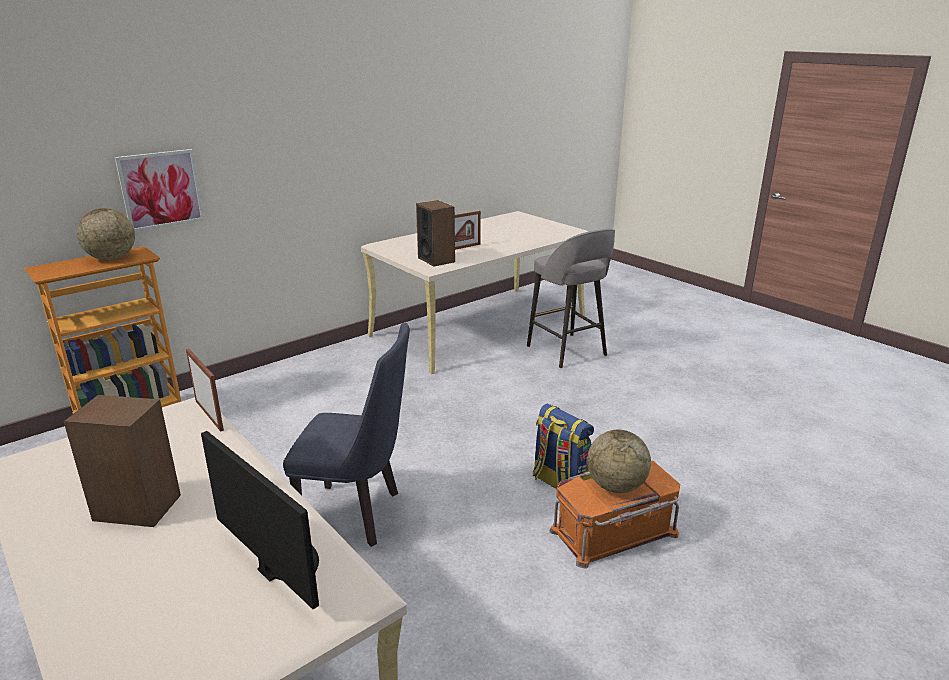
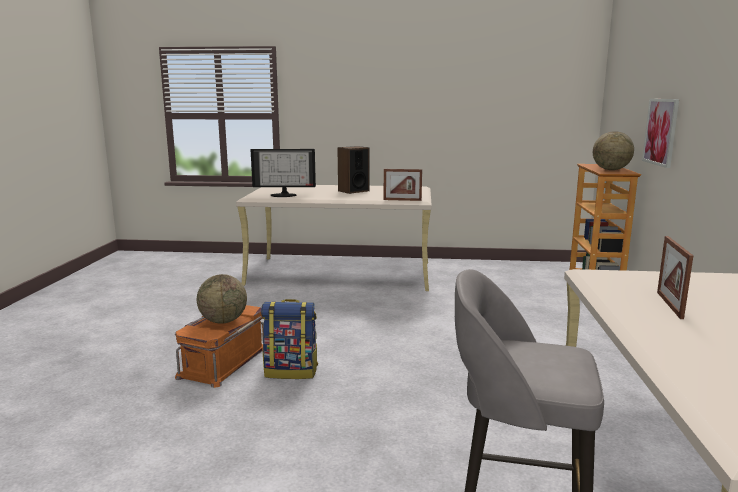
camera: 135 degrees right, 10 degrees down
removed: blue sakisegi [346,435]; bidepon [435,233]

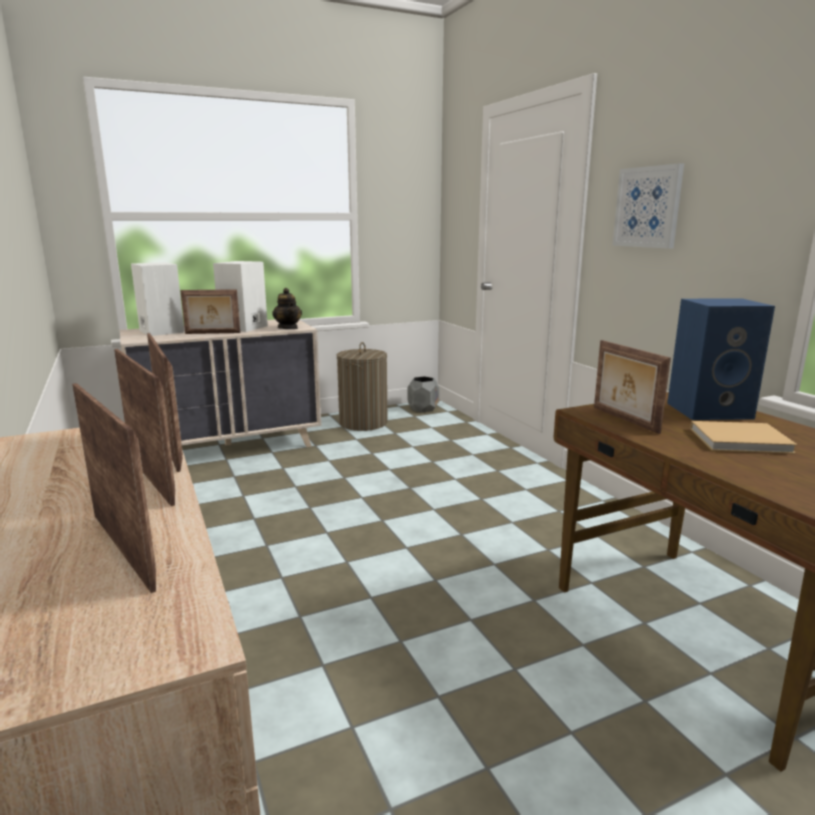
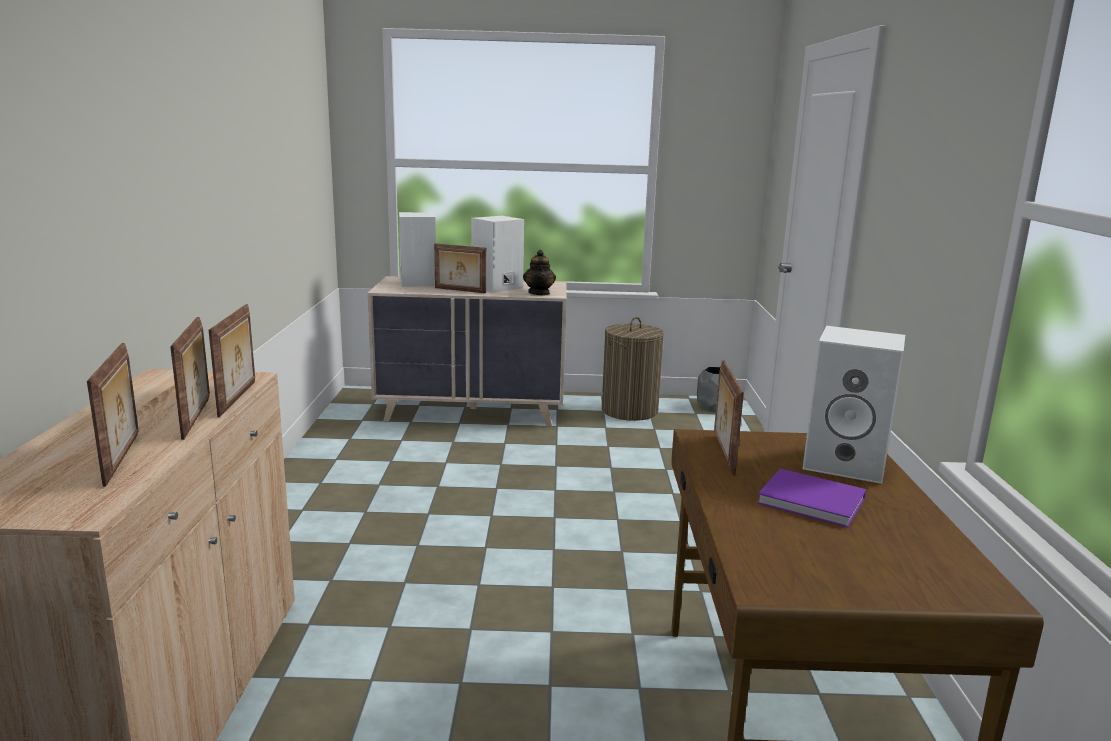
camera: 25 degrees right, 0 degrees up
removed: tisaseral [648,206]
recoloured: blue bidepon [721,359] to white bidepon [854,405]; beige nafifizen [744,437] to purple nafifizen [811,498]

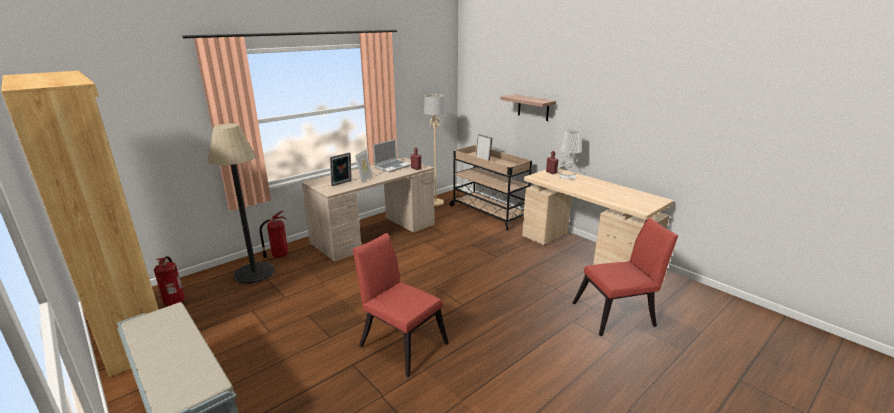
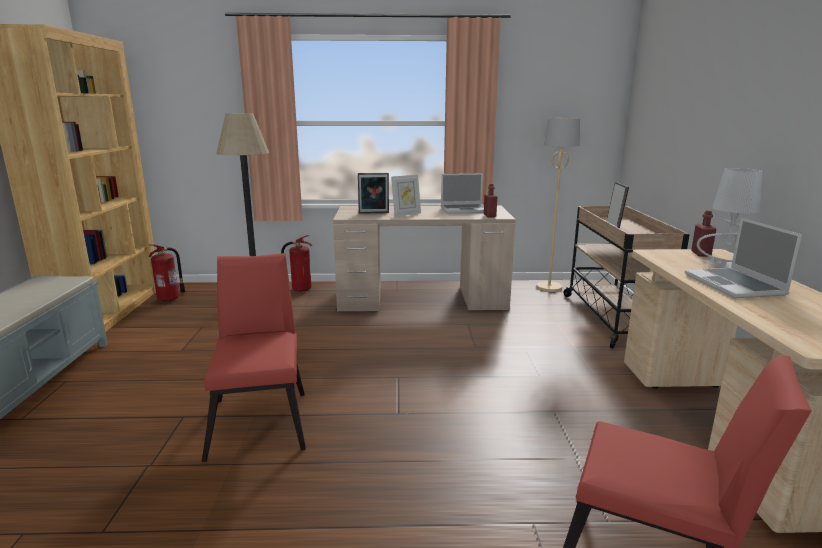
camera: 40 degrees right, 5 degrees down
removed: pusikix [528,107]
added: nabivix [743,258]

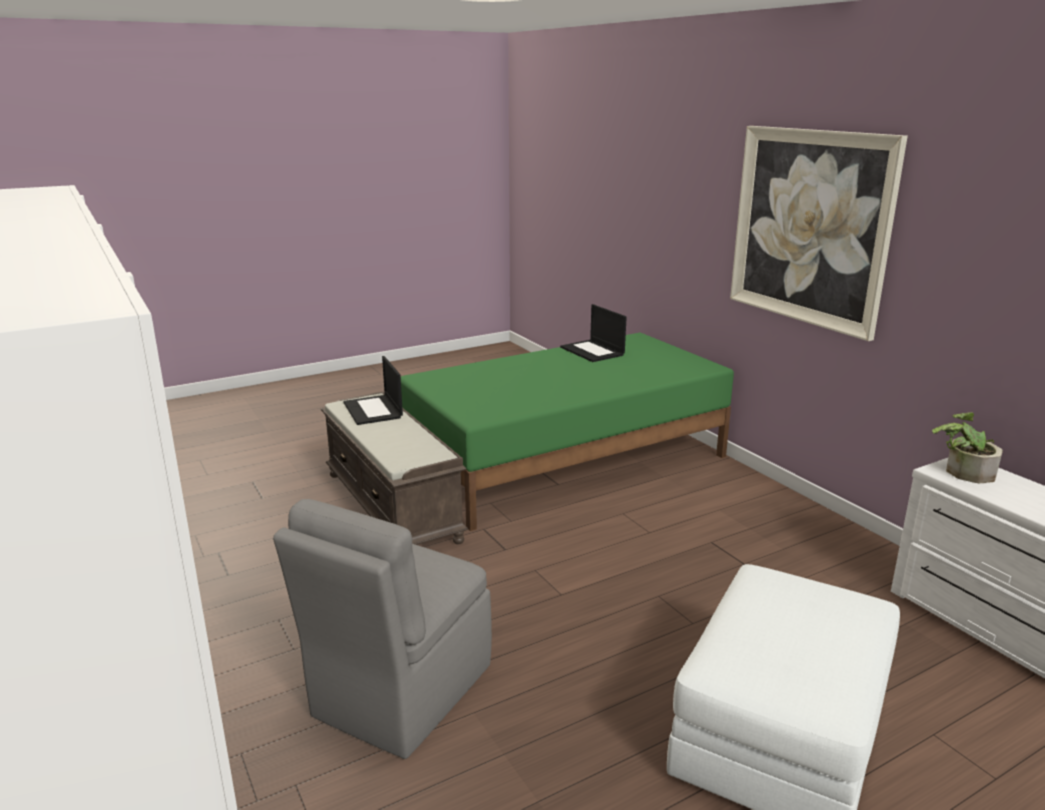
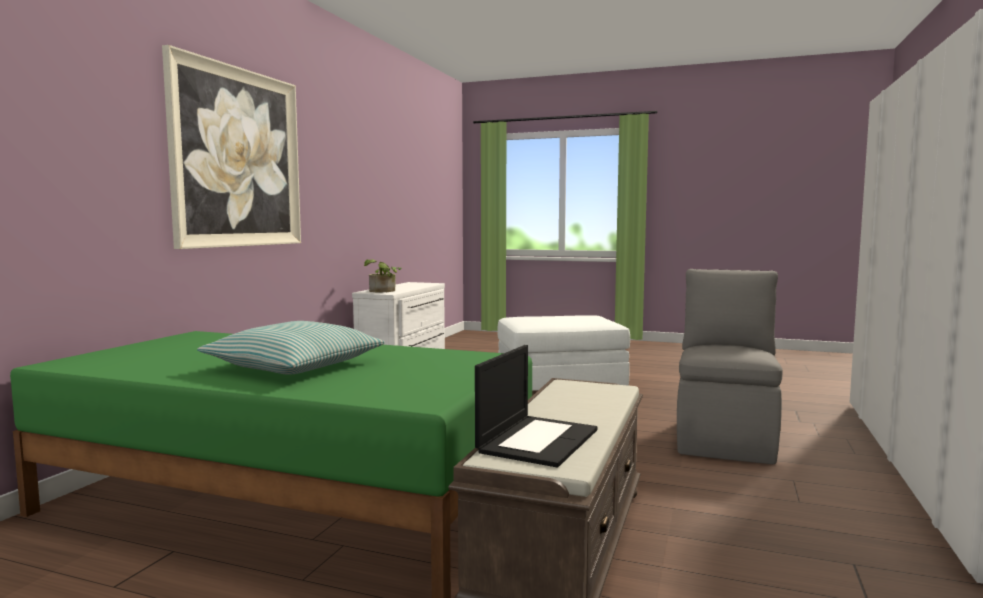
camera: 130 degrees left, 15 degrees down
removed: nabivix [593,333]
added: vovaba [291,348]
turned: grey sakisegi [382,629] = [730,366] 60 degrees counterclockwise

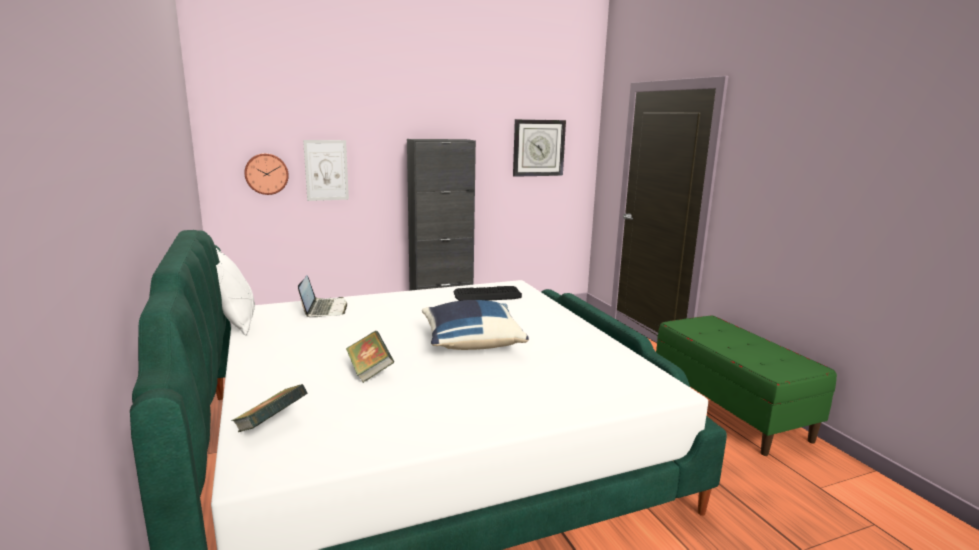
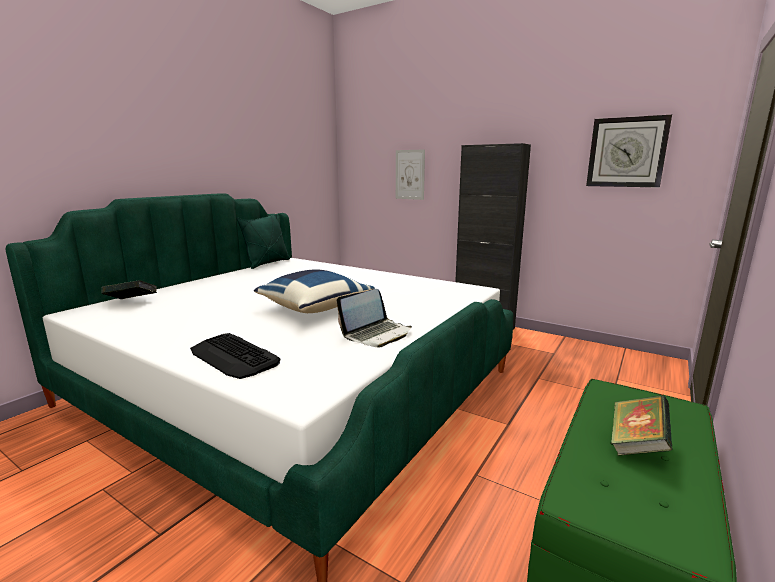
camera: 55 degrees right, 0 degrees up
removed: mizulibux [267,174]
moved: nabivix [322,296] to [374,318]; nafifizen [370,357] to [642,425]; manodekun [487,293] to [235,356]
recoloured: white vovaba [235,291] to green vovaba [263,241]

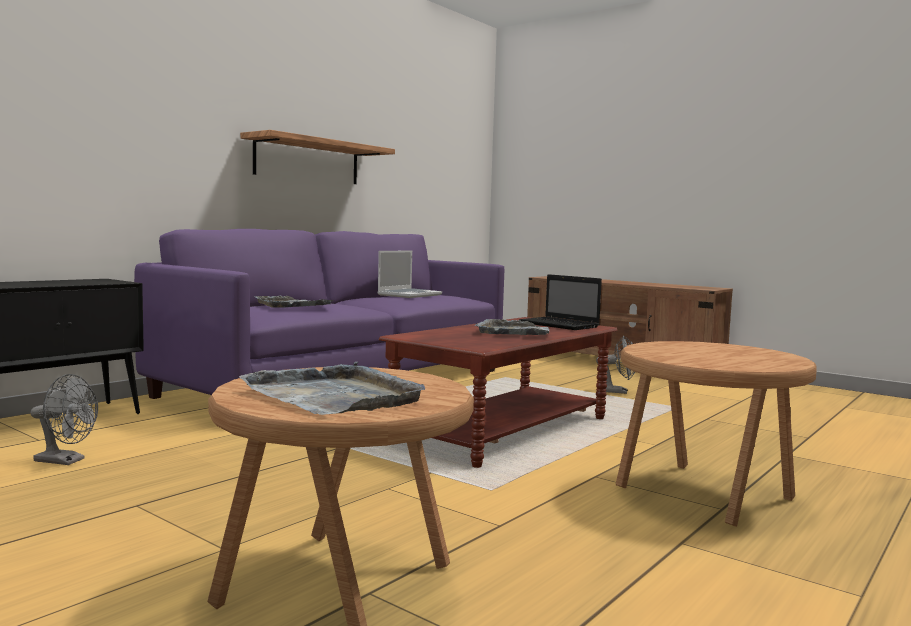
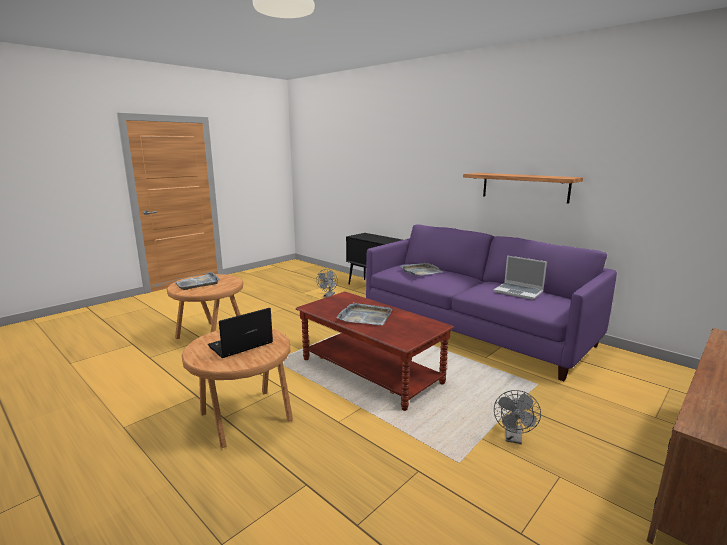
camera: 95 degrees right, 10 degrees up
moved: nabivix [560,302] to [240,333]

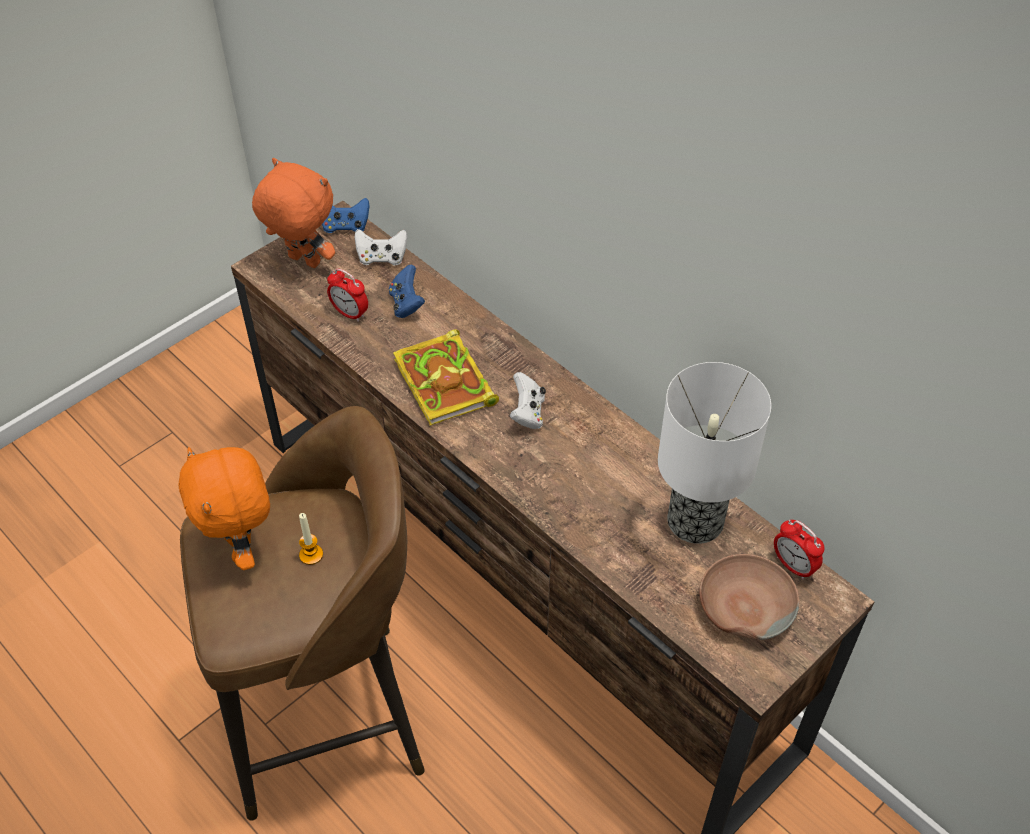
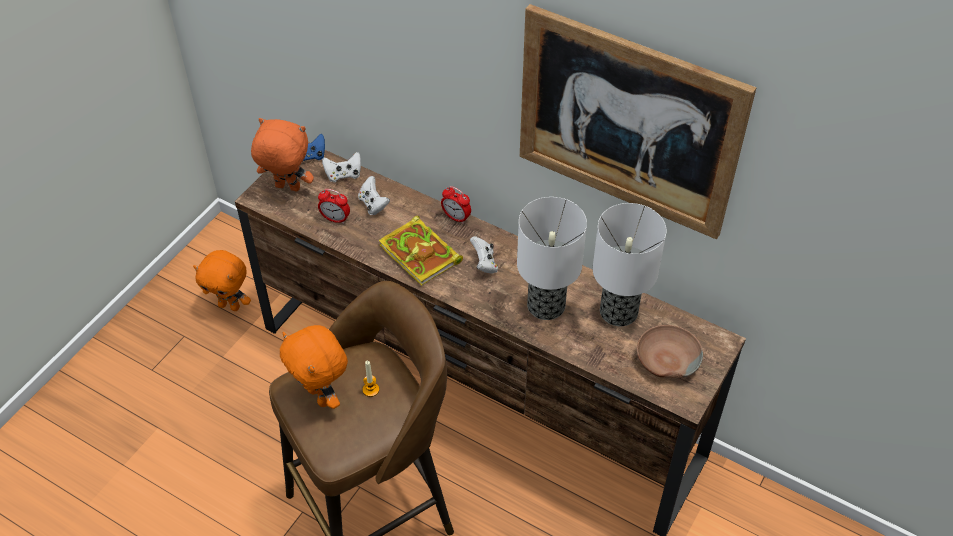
camera: 15 degrees left, 0 degrees up
added: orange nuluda [222,280]; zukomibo [552,258]; tisaseral [638,122]
moved: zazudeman [799,550] to [456,205]
recoloured: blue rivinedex [407,291] to white rivinedex [374,195]

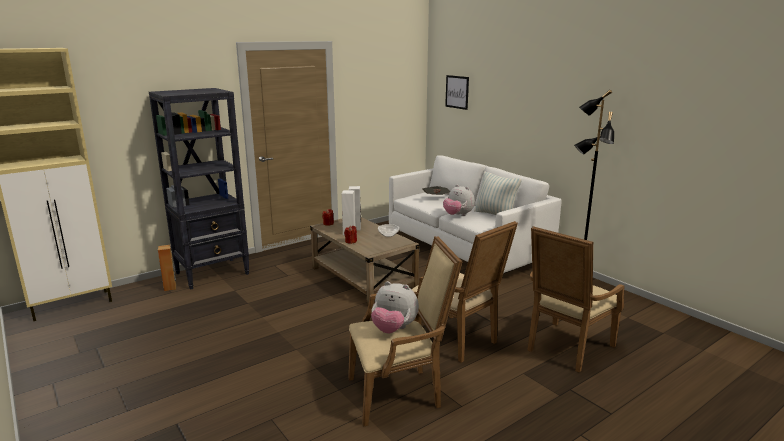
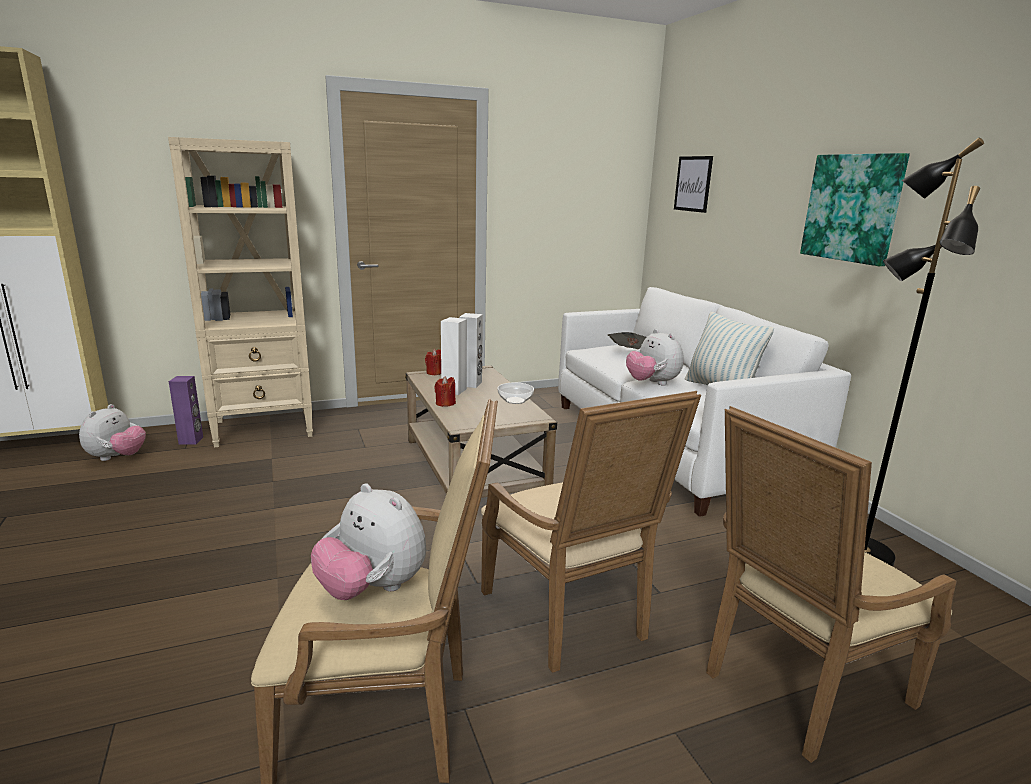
camera: 15 degrees right, 0 degrees up
added: nuluda [112,432]; tisaseral [855,209]
recoloured: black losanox [199,189] to beige losanox [240,292]; brown bidepon [167,268] to purple bidepon [186,410]

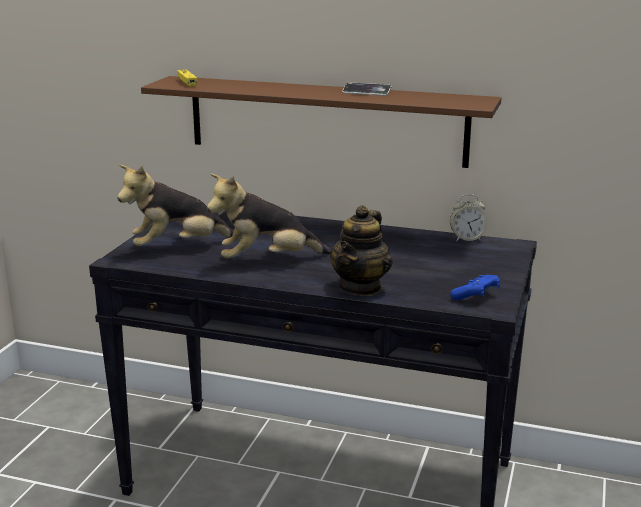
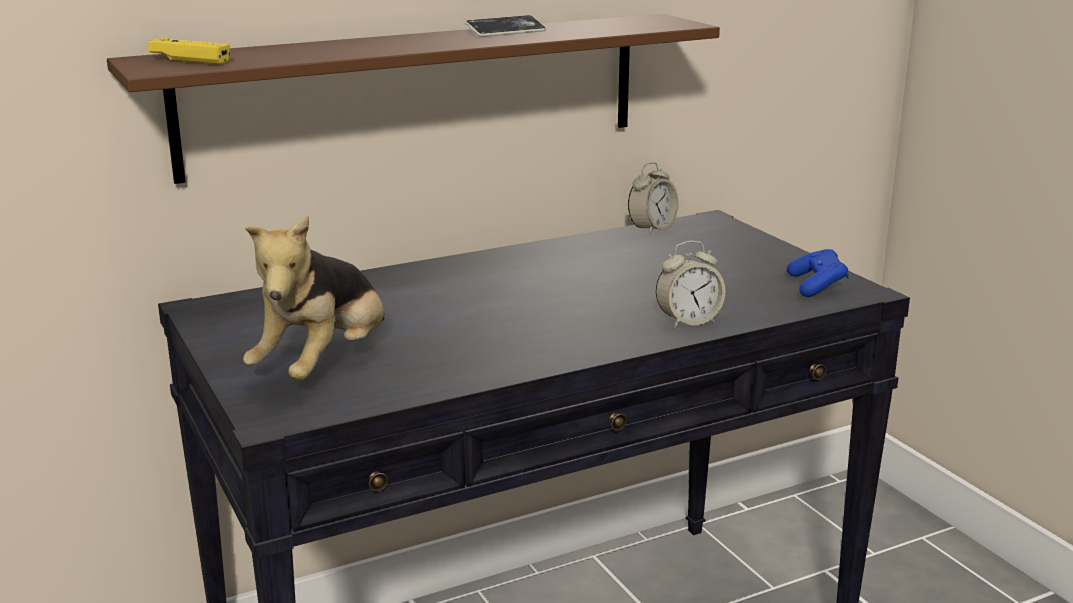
camera: 45 degrees left, 0 degrees up
removed: nuluda [269,216]
replaced: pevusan [361,250] to zazudeman [690,285]

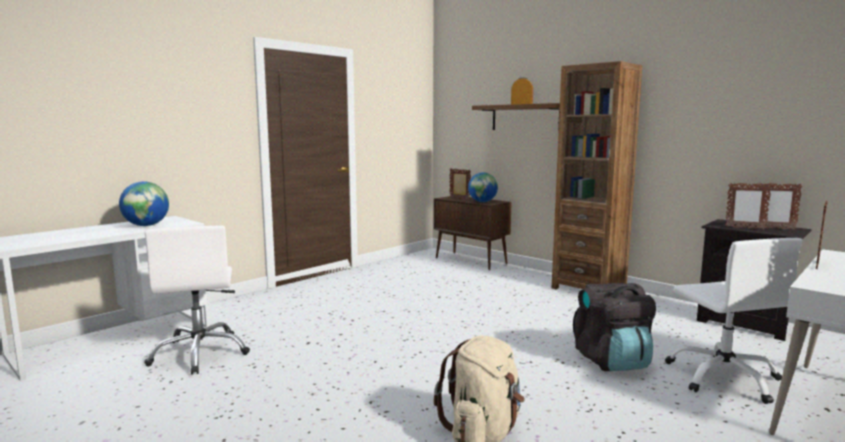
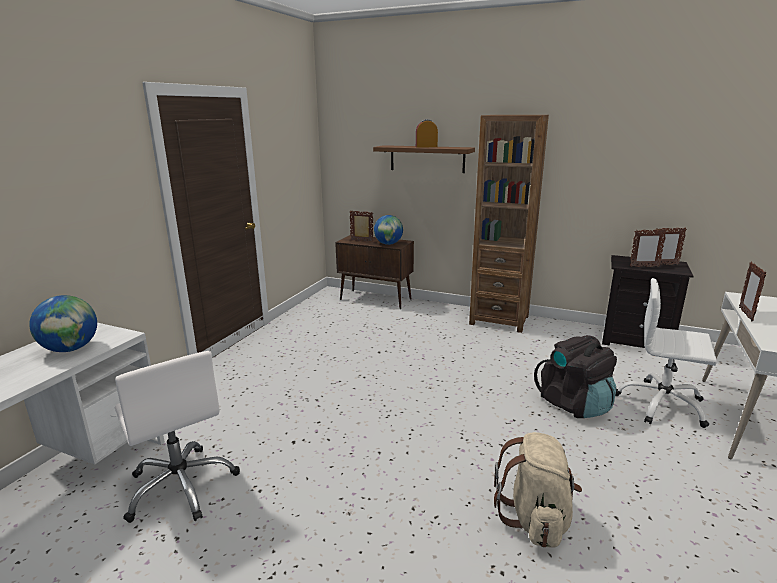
camera: 20 degrees left, 10 degrees up
turned: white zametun [733,321] = [666,353] 150 degrees clockwise

